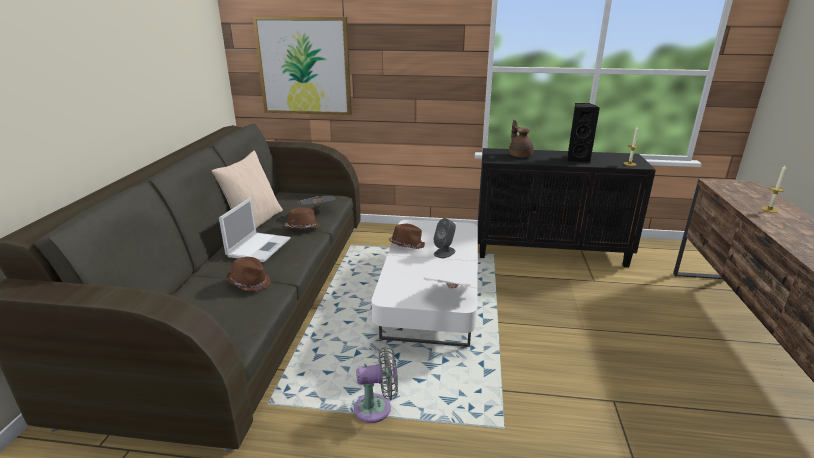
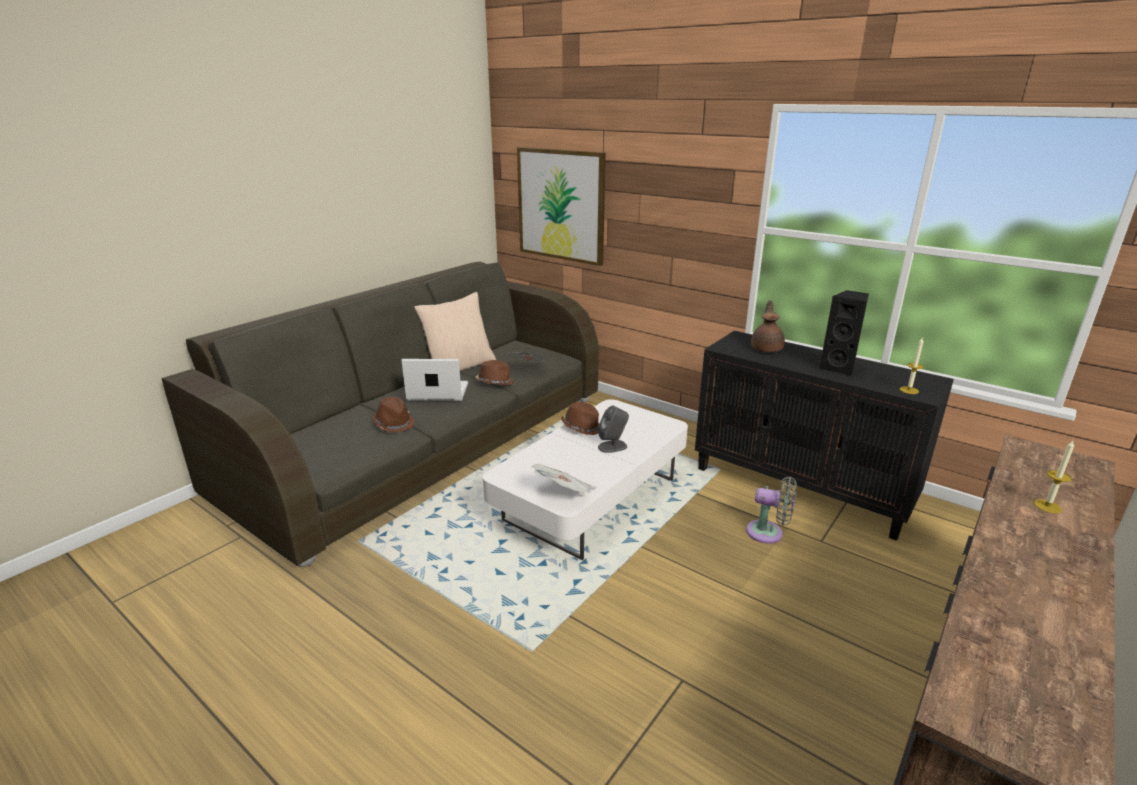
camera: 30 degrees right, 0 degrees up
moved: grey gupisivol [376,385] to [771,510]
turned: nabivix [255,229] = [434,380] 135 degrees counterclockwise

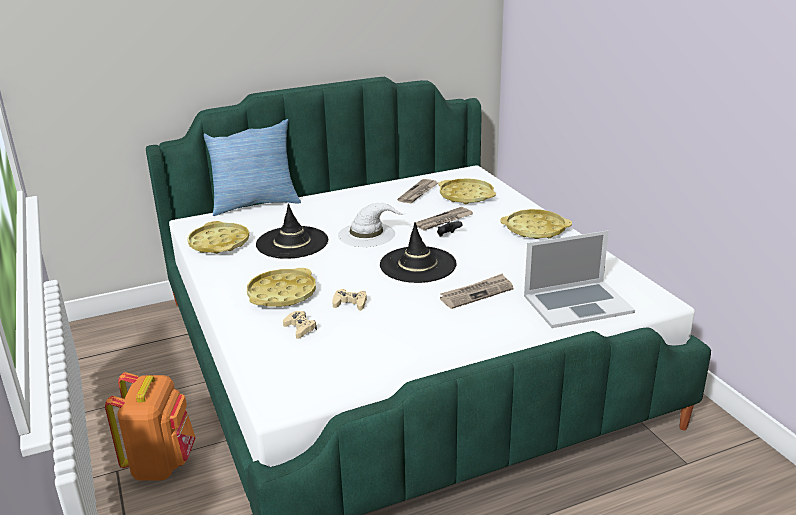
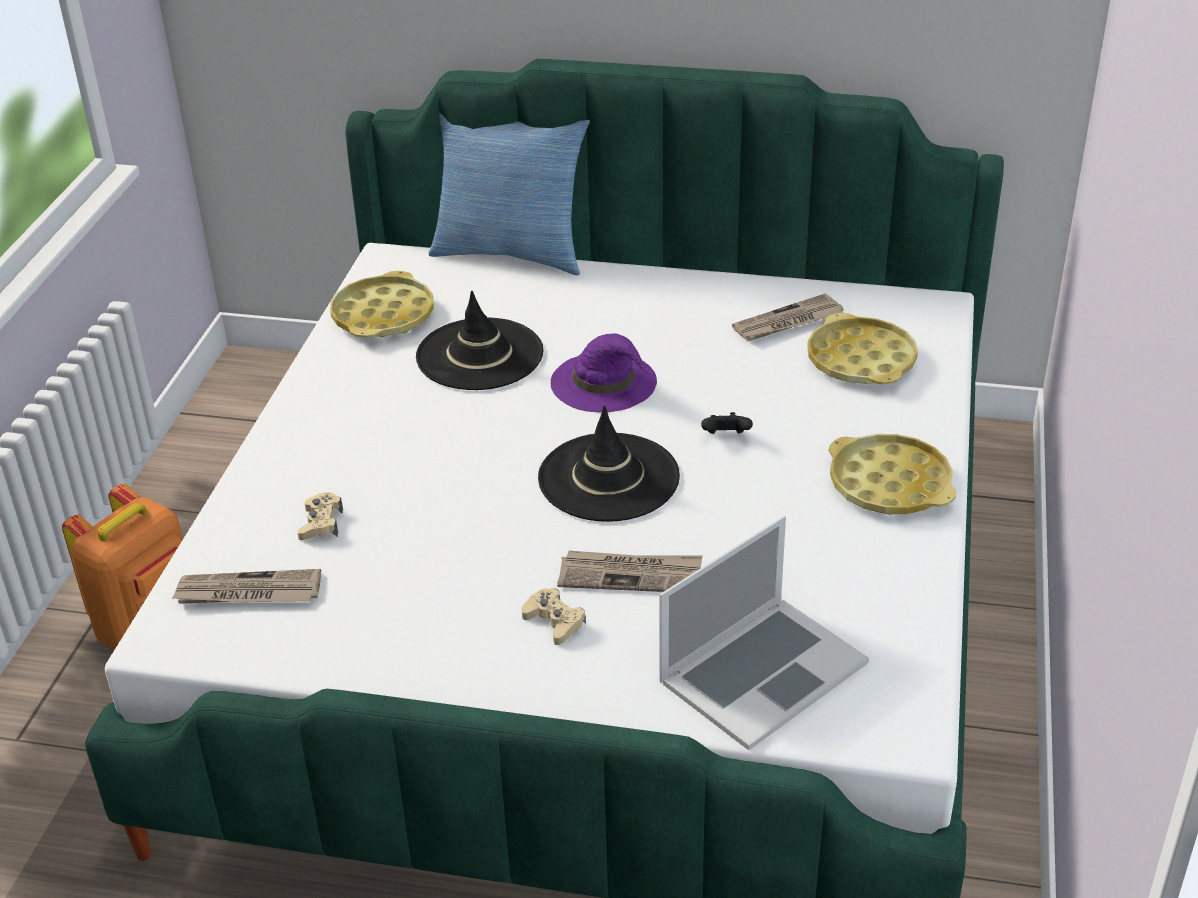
camera: 35 degrees right, 10 degrees up
removed: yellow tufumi [281,287]
moved: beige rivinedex [349,300] to [554,616]; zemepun [444,219] to [246,586]
recoloured: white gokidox [371,225] to purple gokidox [604,373]
turned: nabivix [579,279] = [764,633] 60 degrees counterclockwise

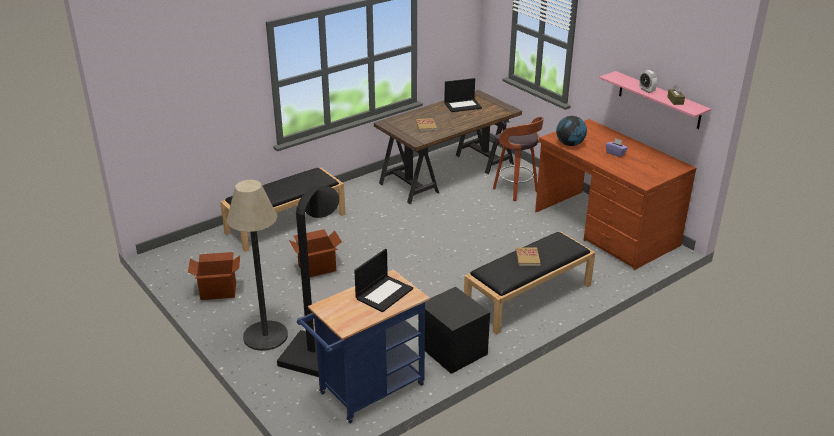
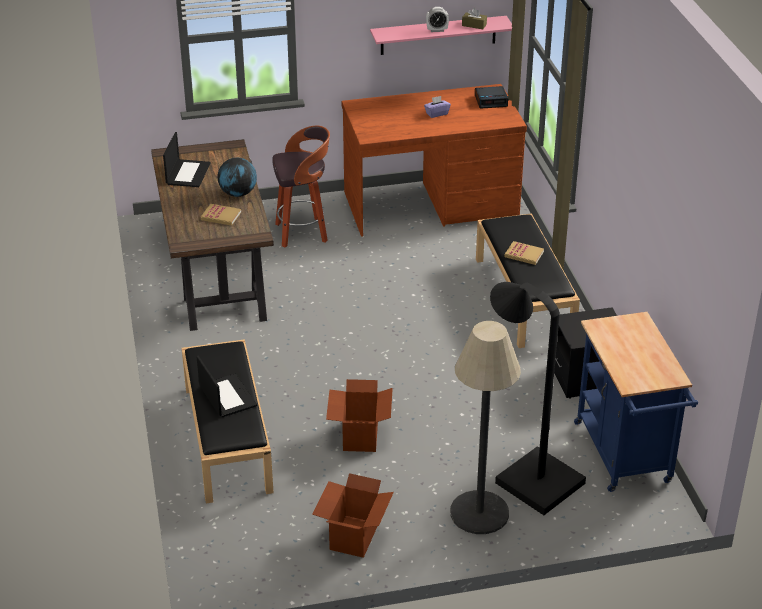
camera: 65 degrees left, 5 degrees up
added: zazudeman [491,97]
moved: nabivix [383,280] to [226,386]; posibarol [571,131] to [237,177]

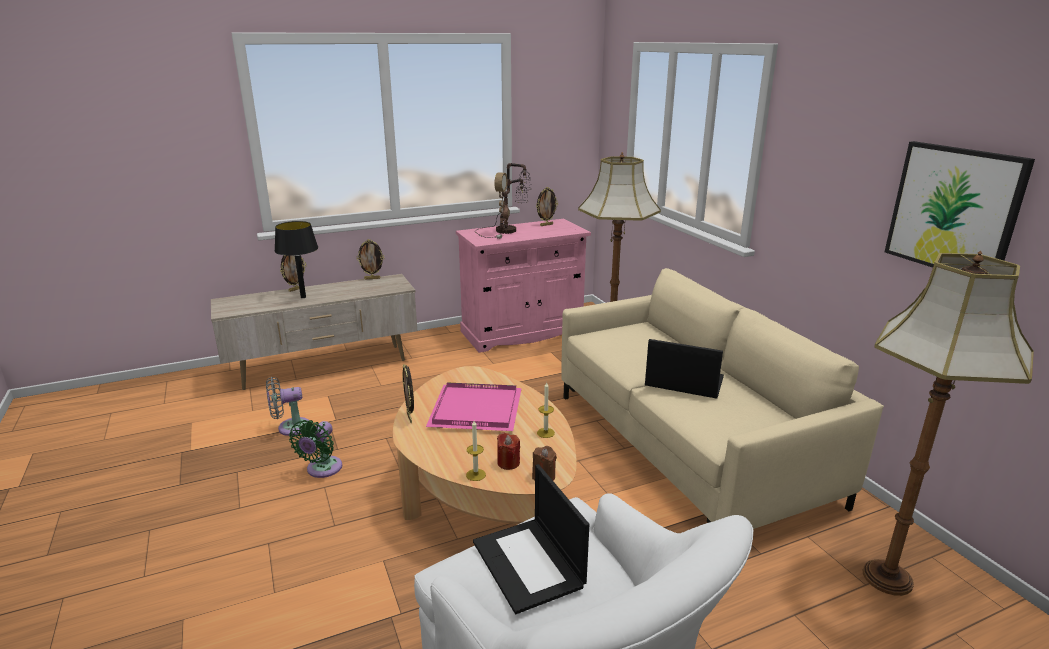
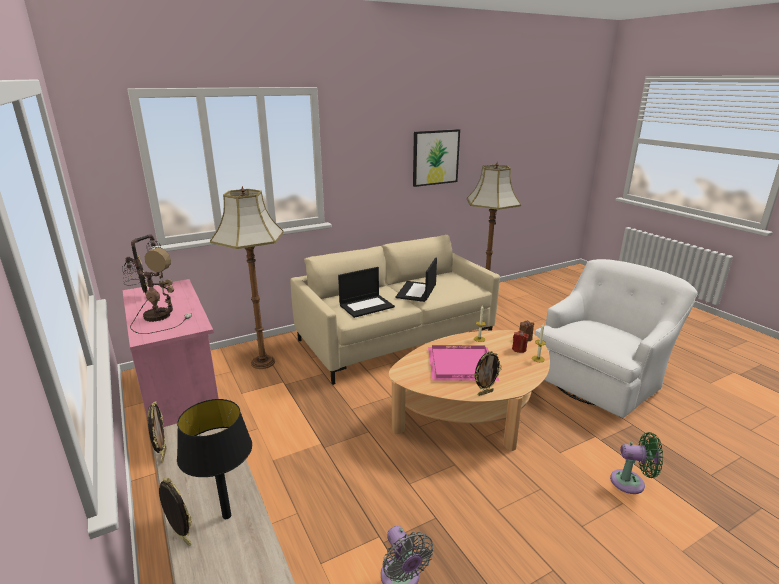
camera: 95 degrees left, 0 degrees up
moved: green gupisivol [315,449] to [636,463]; nabivix [531,539] to [366,292]

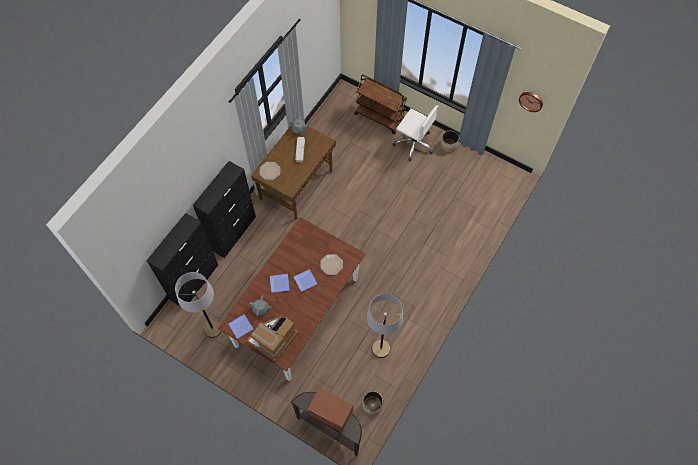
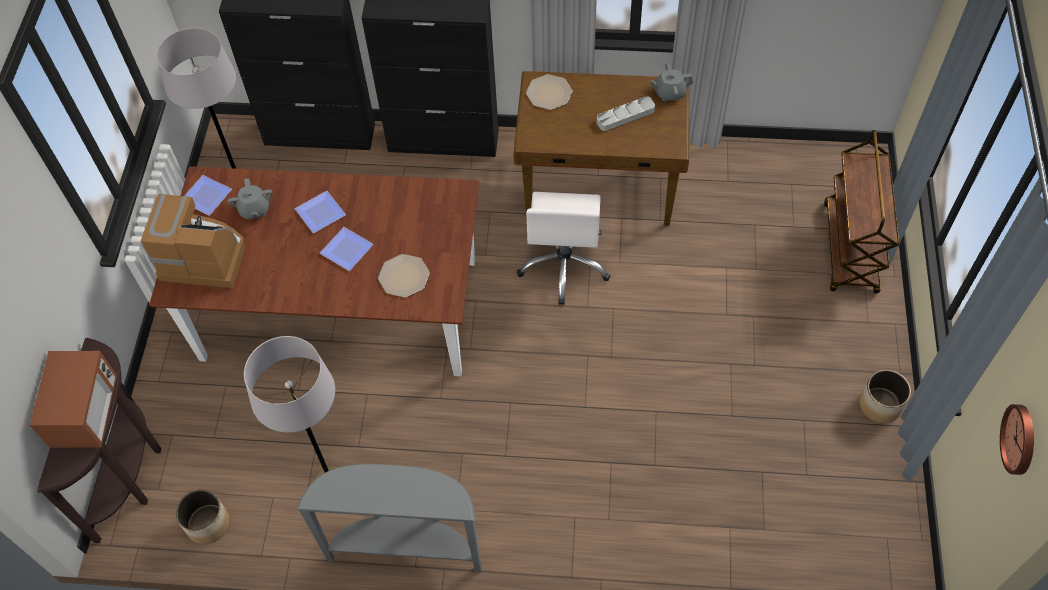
camera: 65 degrees right, 5 degrees down
added: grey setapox [388,518]
moved: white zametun [415,133] to [564,248]

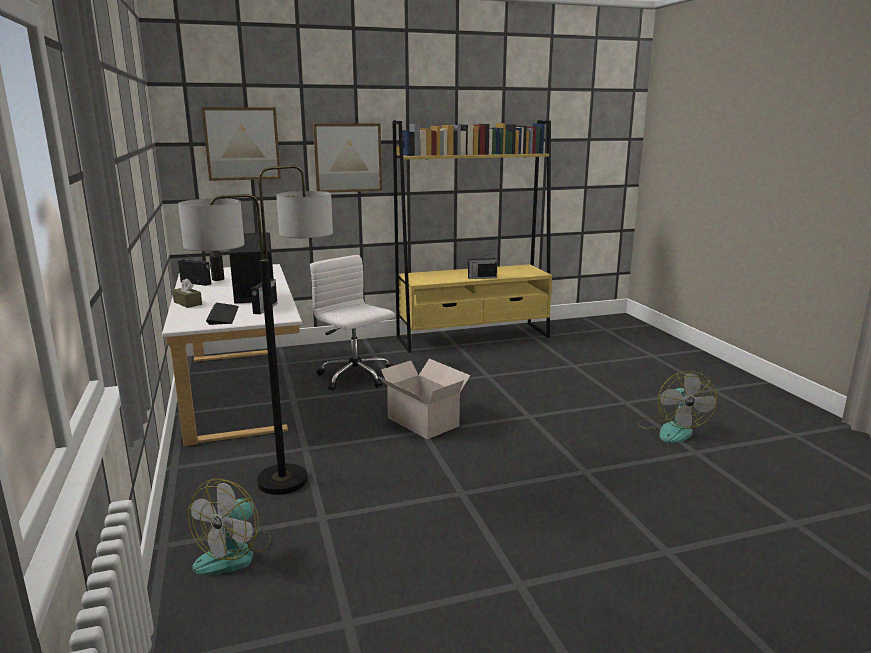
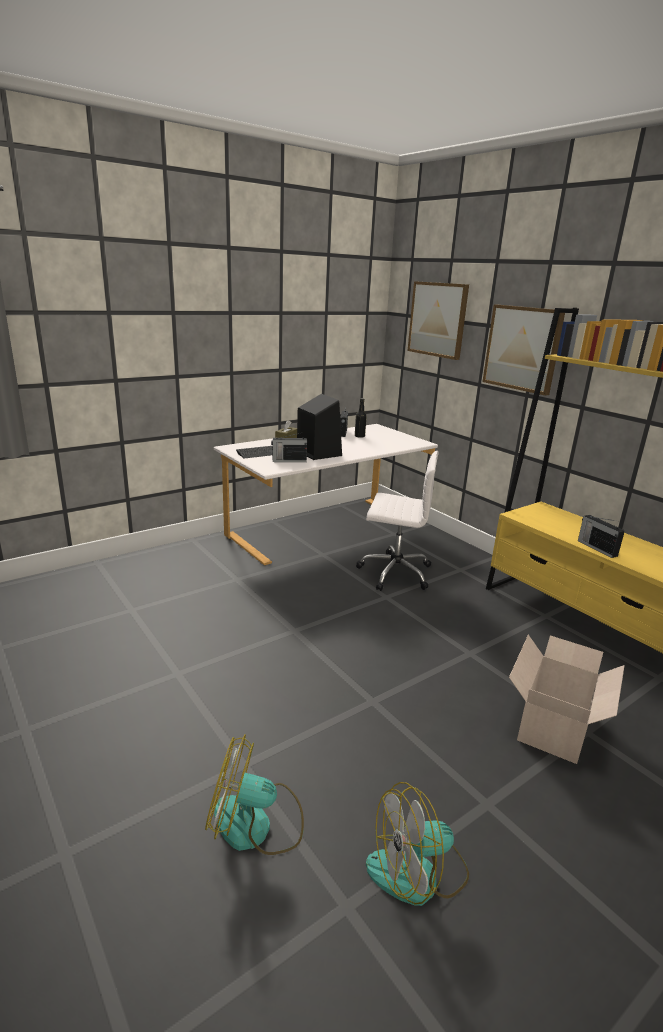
camera: 70 degrees right, 5 degrees up
removed: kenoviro [255,330]
moved: gupisivol [229,527] to [254,794]; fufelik [423,399] to [567,699]
turned: white zametun [352,323] = [397,521] 75 degrees clockwise

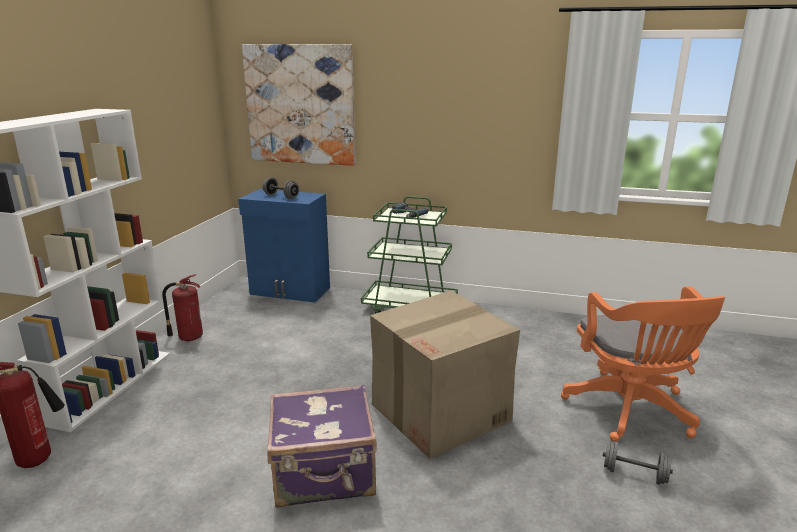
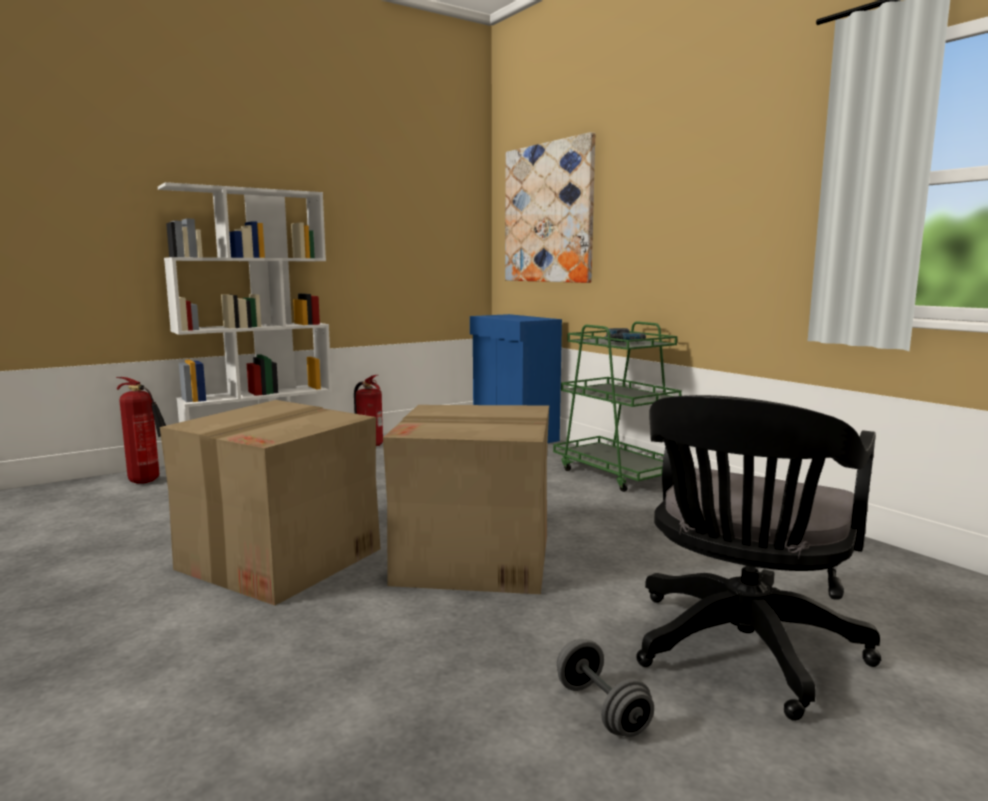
camera: 40 degrees right, 10 degrees down
removed: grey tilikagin [281,188]
replaced: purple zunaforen [322,446] to fufelik [270,502]
recoloured: orange zametun [643,364] to black zametun [758,558]

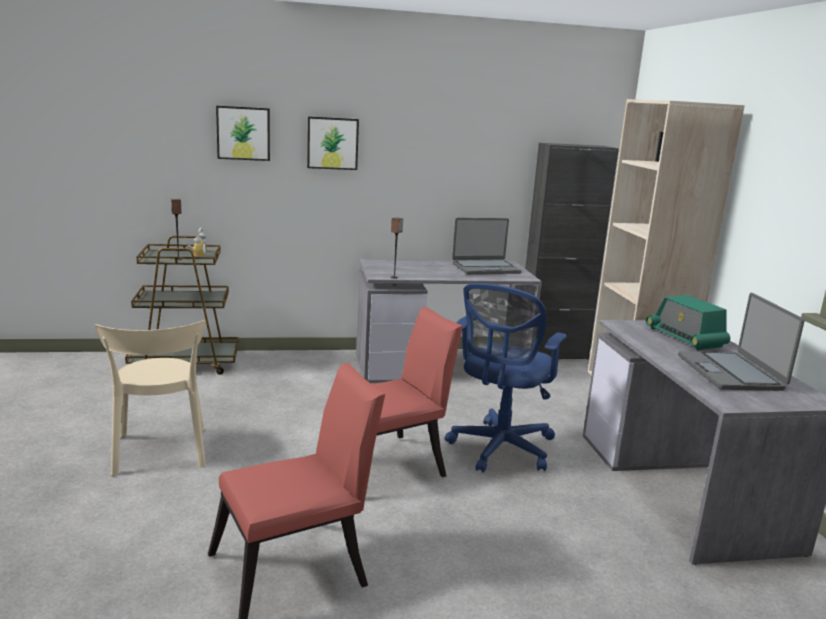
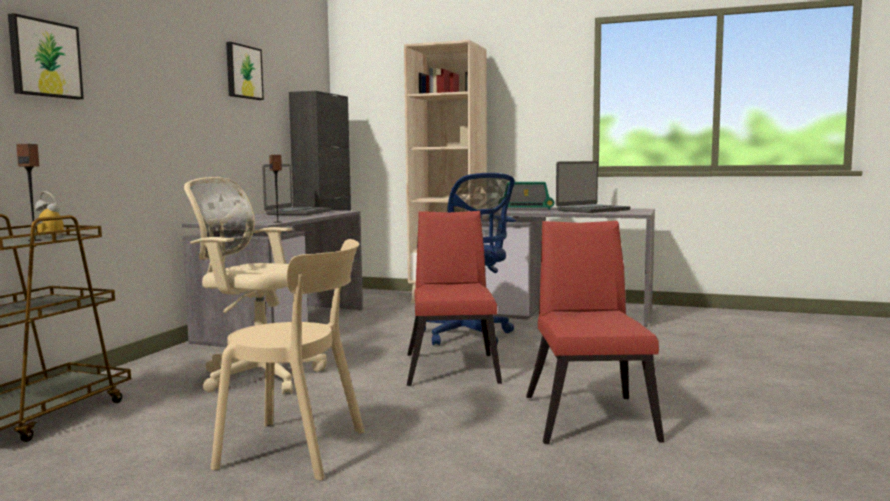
camera: 60 degrees left, 10 degrees down
added: beige zametun [255,286]
moved: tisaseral [333,143] to [245,71]
turned: nabivix [741,342] = [593,187] 60 degrees counterclockwise

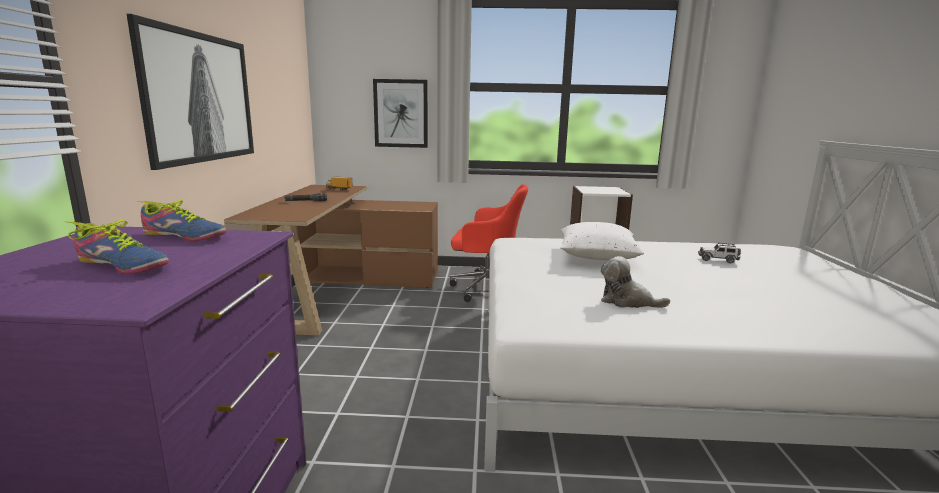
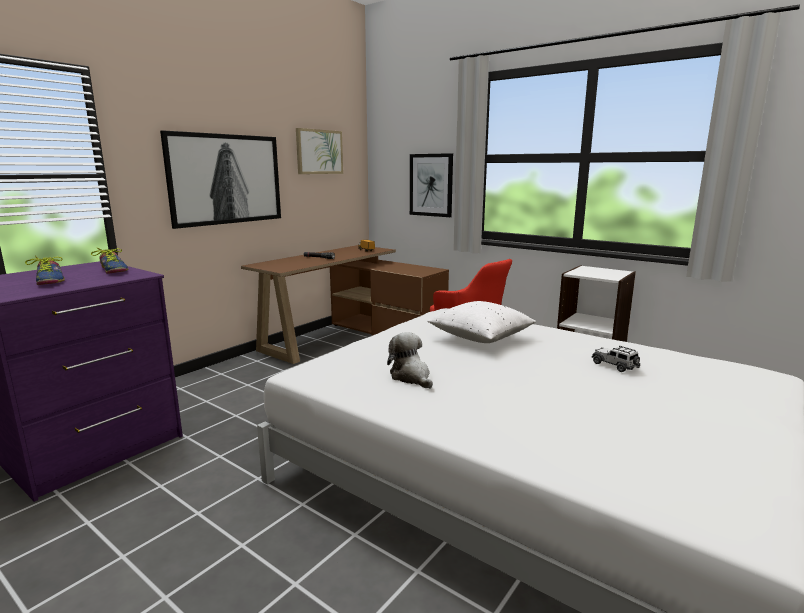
camera: 35 degrees right, 0 degrees up
added: tisaseral [319,151]

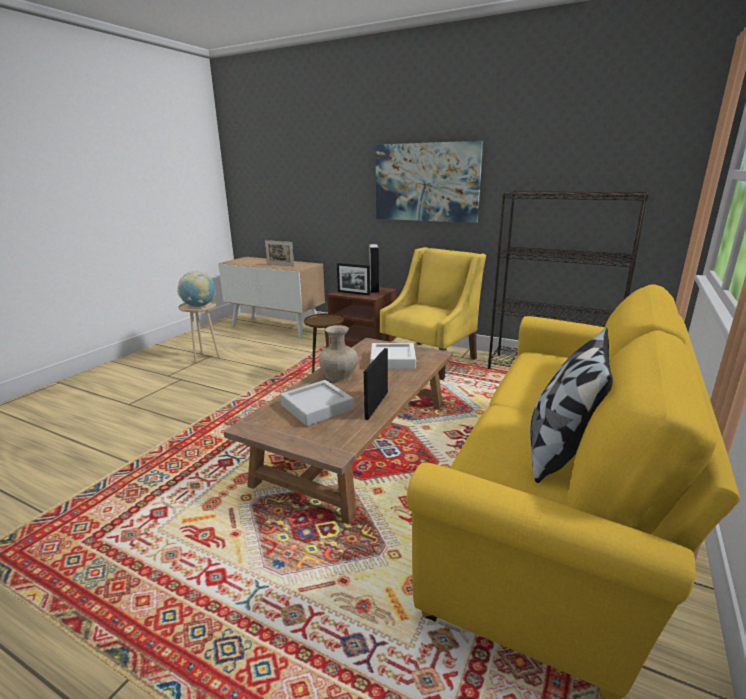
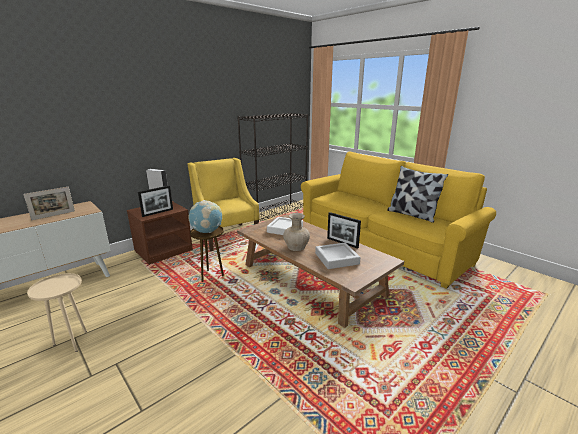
camera: 70 degrees left, 0 degrees up
removed: tisaseral [429,182]
moved: posibarol [196,289] to [205,216]

